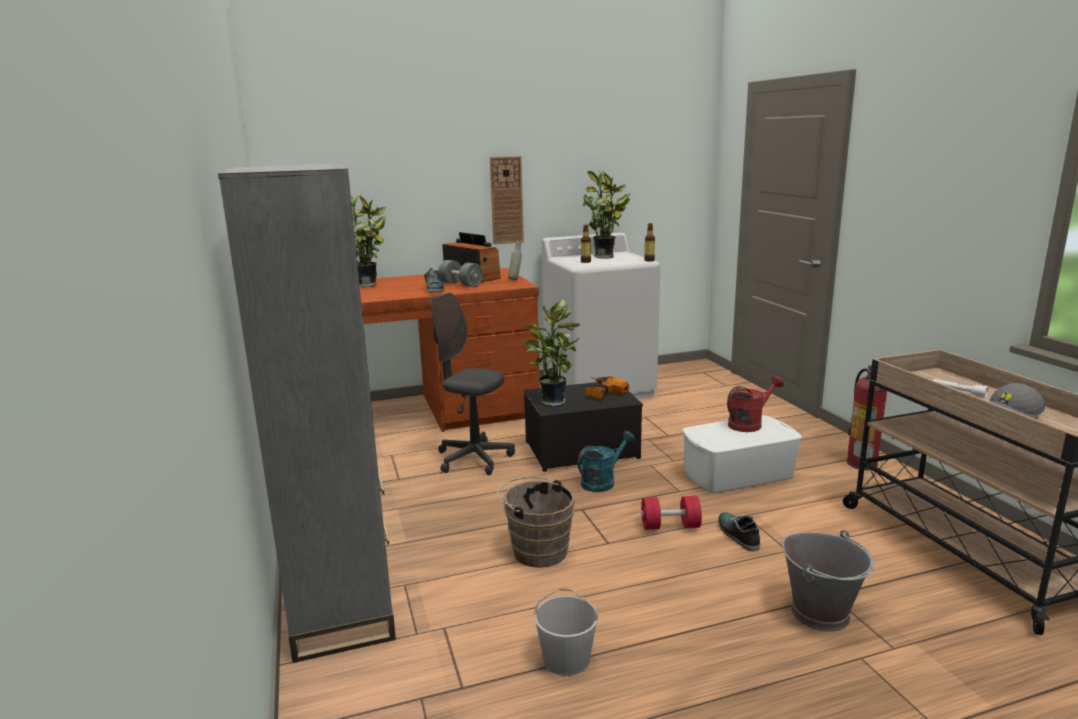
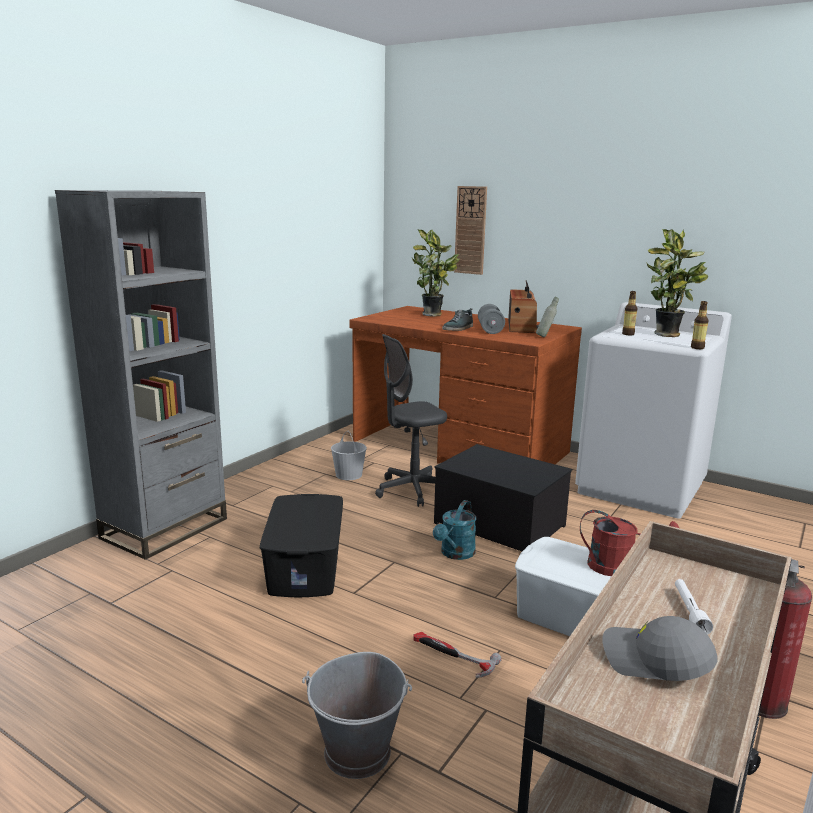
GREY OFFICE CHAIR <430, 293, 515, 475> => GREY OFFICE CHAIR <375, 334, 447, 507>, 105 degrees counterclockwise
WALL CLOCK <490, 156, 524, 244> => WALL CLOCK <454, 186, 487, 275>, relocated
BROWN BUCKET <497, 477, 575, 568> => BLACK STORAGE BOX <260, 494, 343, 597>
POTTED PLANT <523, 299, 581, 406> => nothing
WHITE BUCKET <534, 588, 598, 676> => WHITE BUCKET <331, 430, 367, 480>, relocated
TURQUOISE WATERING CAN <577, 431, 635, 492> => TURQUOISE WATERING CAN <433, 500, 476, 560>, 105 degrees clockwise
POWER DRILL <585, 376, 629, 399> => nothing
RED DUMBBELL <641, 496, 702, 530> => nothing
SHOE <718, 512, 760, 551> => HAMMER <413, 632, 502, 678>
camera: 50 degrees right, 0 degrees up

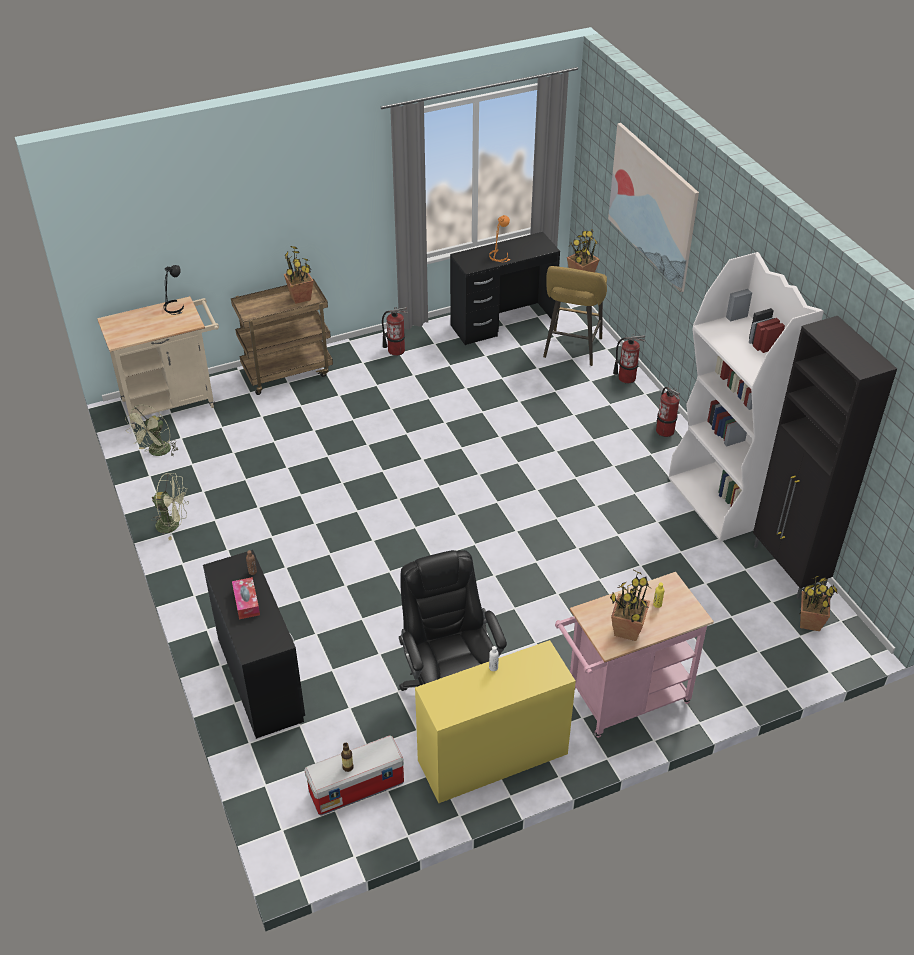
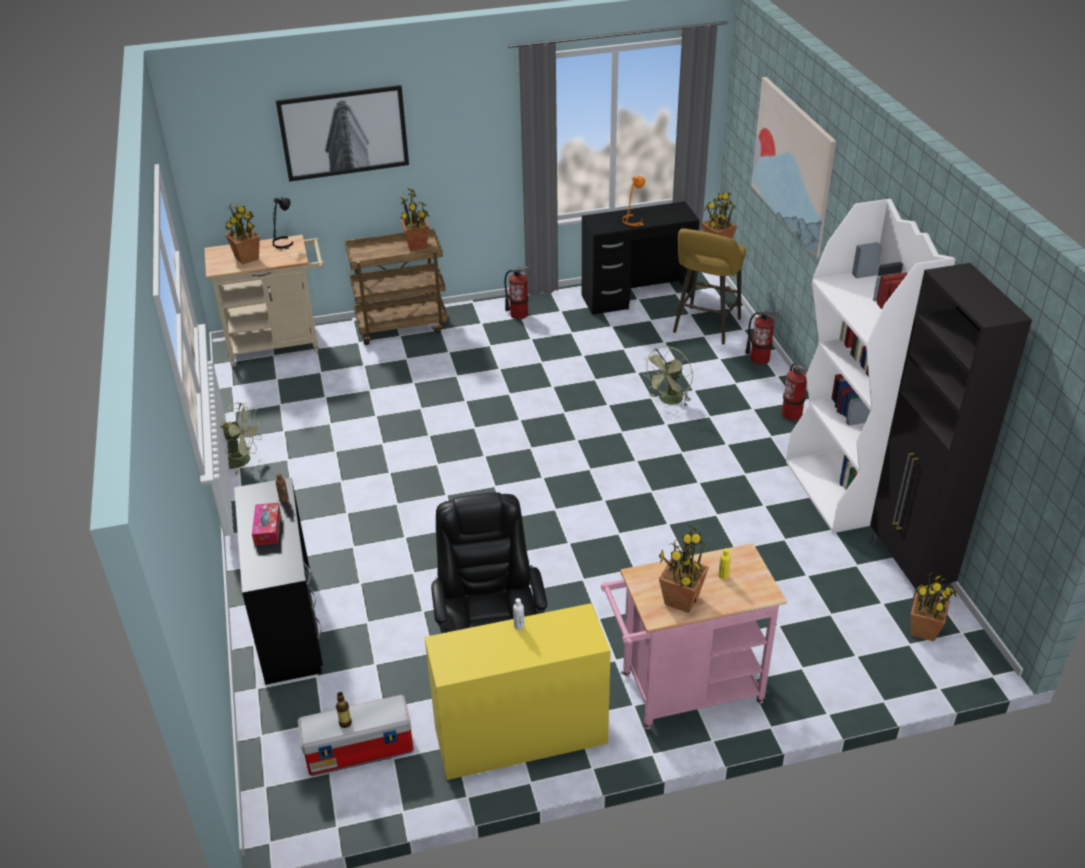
GREEN FAN <125, 405, 177, 456> => GREEN FAN <642, 346, 693, 406>, relocated
nothing => POTTED PLANT <225, 203, 260, 265>
nothing => PICTURE <276, 85, 409, 182>
camera: 10 degrees right, 5 degrees down

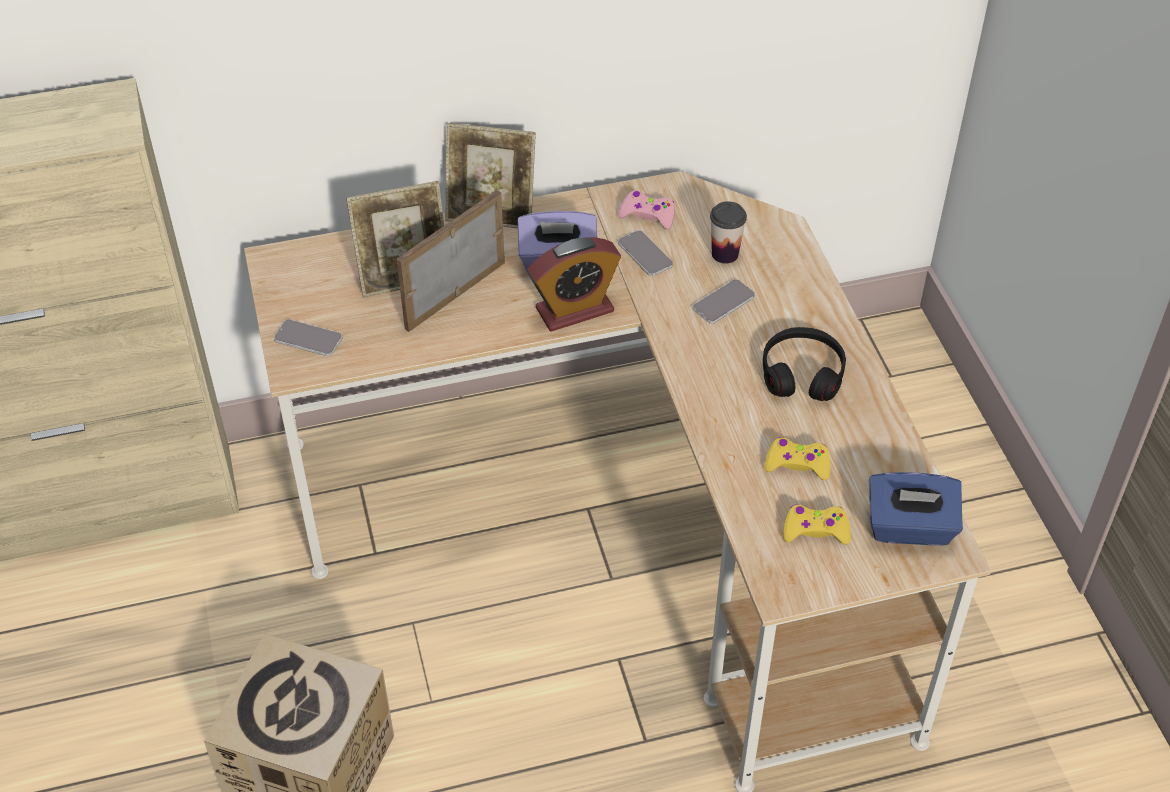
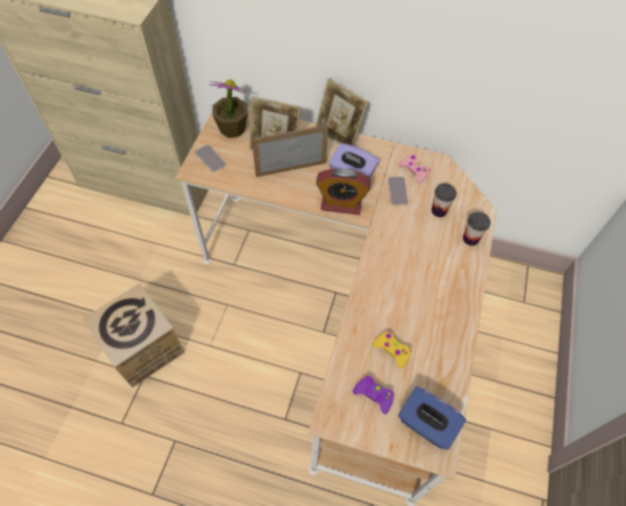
PHONE <692, 279, 755, 324> => nothing
BLACK HEADPHONES <763, 327, 846, 401> => nothing
YELLOW GAME CONTROLLER <783, 504, 851, 545> => PURPLE GAME CONTROLLER <353, 376, 394, 414>
nothing => POTTED PLANT <209, 80, 248, 138>
nothing => CUP <463, 212, 491, 246>
camera: 30 degrees right, 10 degrees up

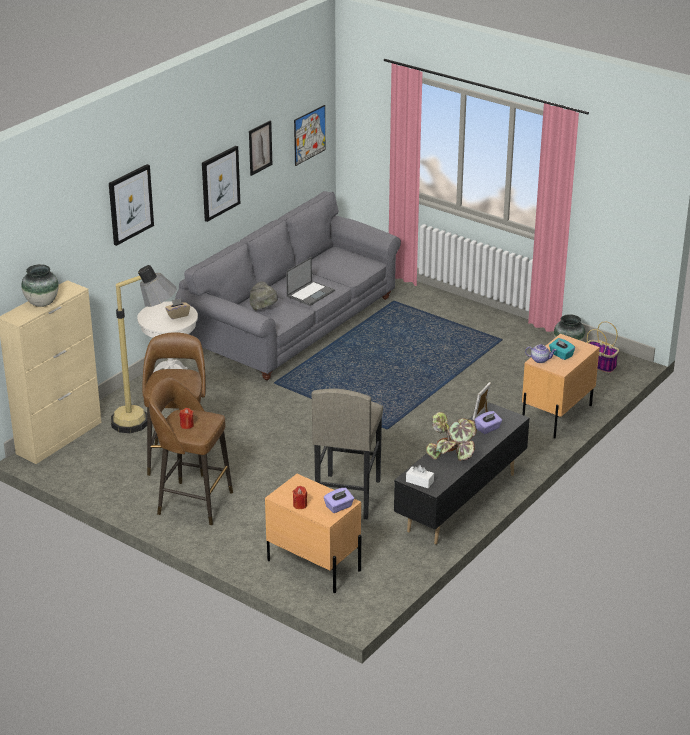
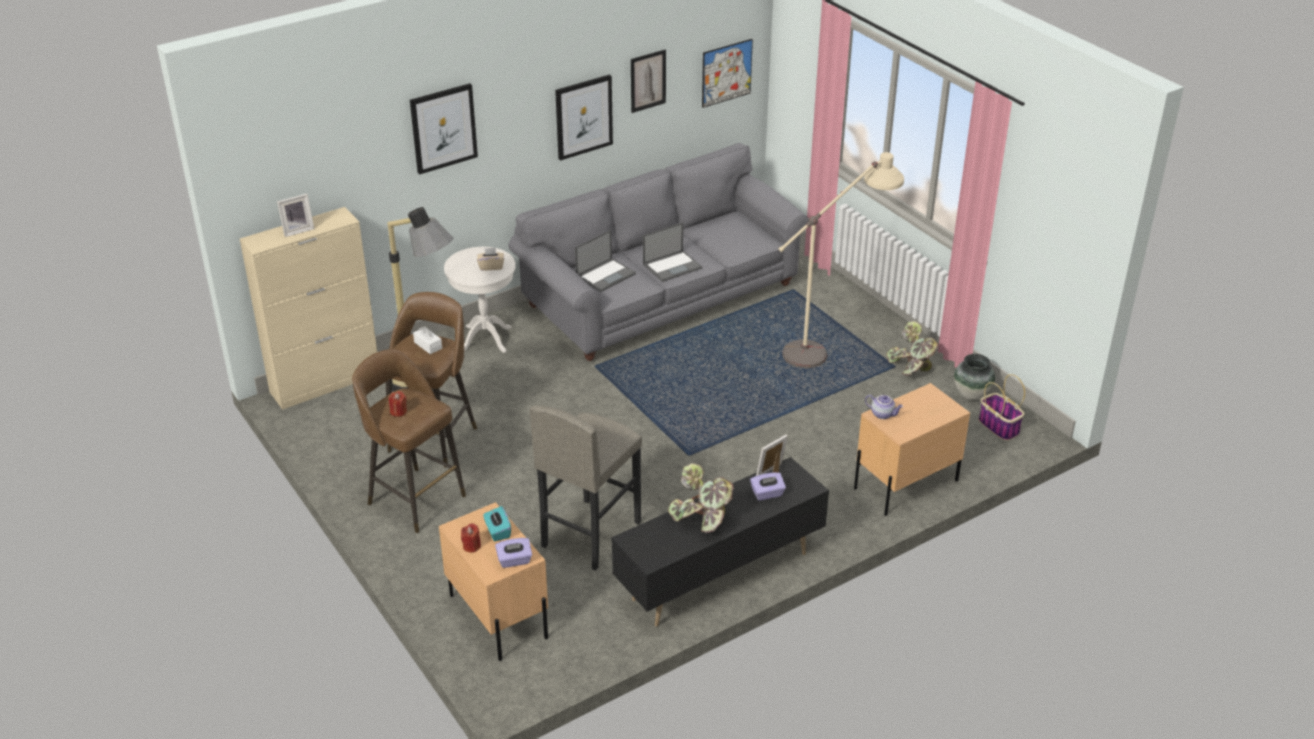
VASE <21, 264, 59, 307> => PICTURE FRAME <277, 194, 315, 237>
GREY HAT <249, 281, 278, 311> => LAPTOP <575, 230, 636, 292>
WHITE TISSUE BOX <406, 465, 434, 488> => WHITE TISSUE BOX <413, 326, 442, 354>, relocated
TURQUOISE TISSUE BOX <549, 338, 575, 360> => TURQUOISE TISSUE BOX <483, 506, 511, 541>, relocated
nothing => BEIGE FLOOR LAMP <778, 152, 904, 368>
nothing => POTTED PLANT <886, 321, 938, 376>
camera: 20 degrees right, 5 degrees up

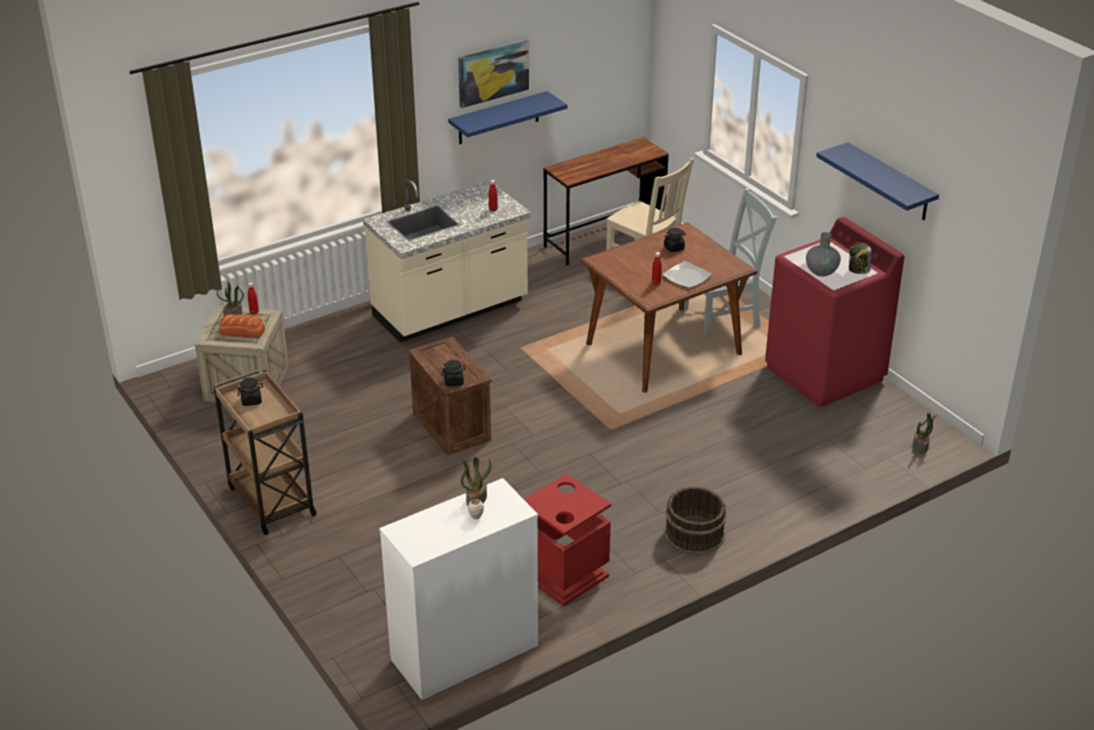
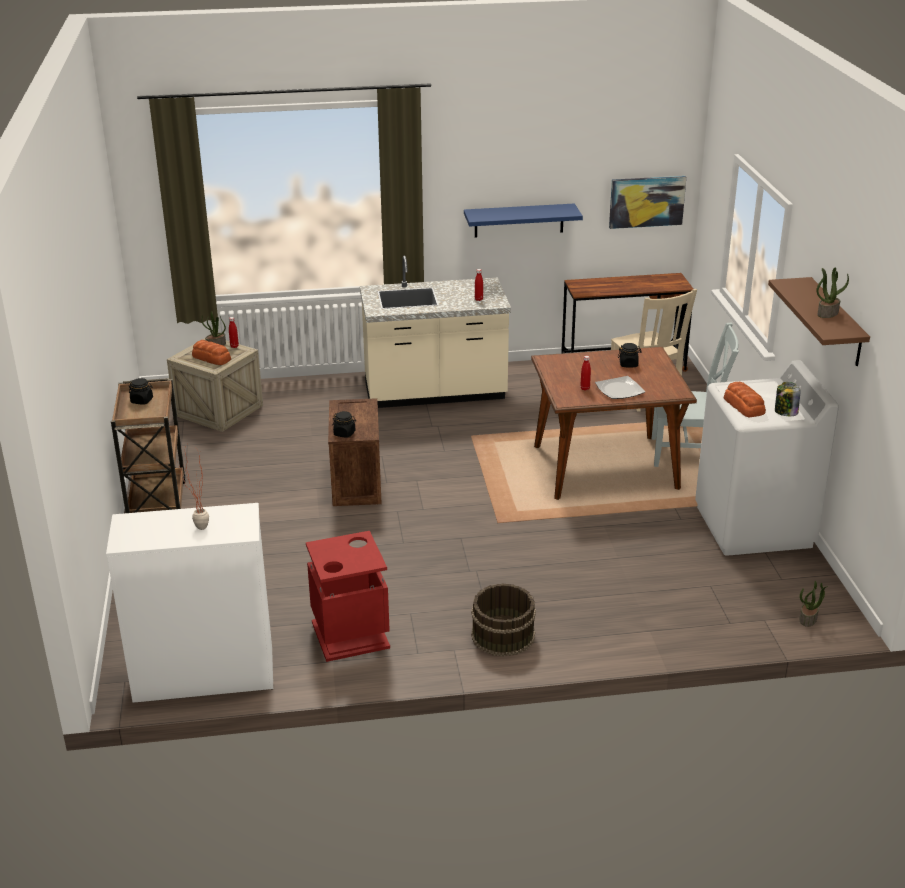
PICTURE <458, 40, 529, 108> => PICTURE <609, 176, 686, 229>, relocated
POTTED PLANT <461, 457, 492, 506> => POTTED PLANT <816, 267, 849, 318>, relocated
RED WASHING MACHINE <765, 217, 904, 407> => WHITE WASHING MACHINE <695, 360, 839, 556>
GREY VASE <806, 232, 841, 277> => BREAD <724, 382, 766, 418>
BLUE SHELF <816, 142, 939, 220> => BROWN SHELF <768, 277, 870, 366>
camera: 25 degrees right, 5 degrees down

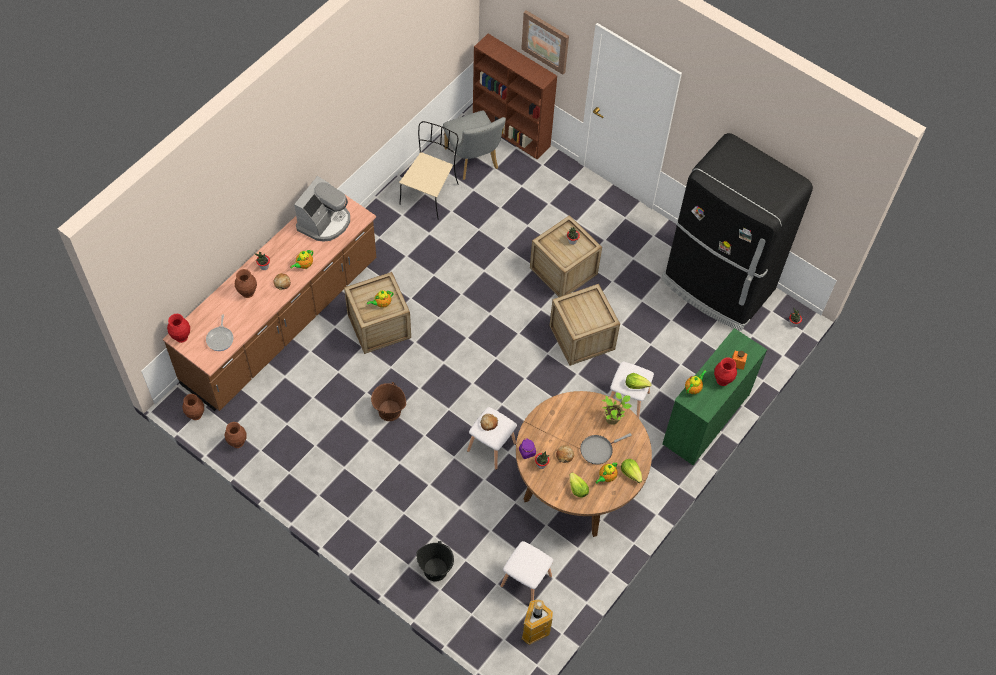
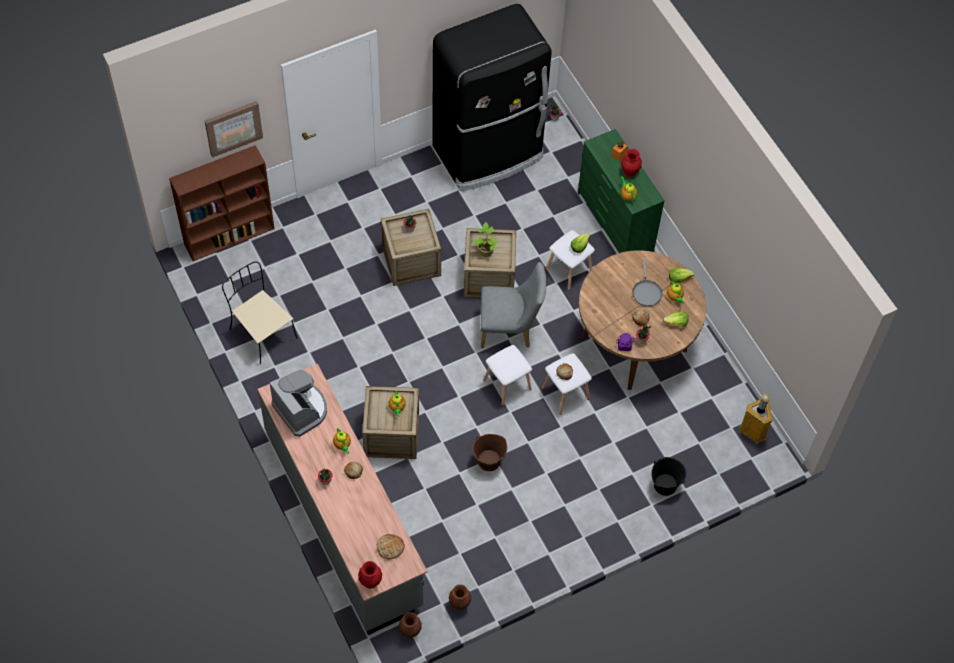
BROWN COUNTER <163, 195, 376, 411> => GREY COUNTER <257, 364, 427, 635>
FRYING PAN <206, 315, 233, 351> => BREAD <377, 534, 405, 559>
BROWN VASE <235, 269, 257, 298> => nothing
GREY CHAIR <443, 110, 506, 180> => GREY CHAIR <481, 262, 546, 348>, relocated
WHITE STOOL <501, 541, 553, 601> => WHITE STOOL <484, 345, 532, 406>, relocated
POTTED PLANT <602, 392, 632, 425> => POTTED PLANT <473, 222, 498, 257>, relocated
camera: 65 degrees left, 0 degrees up

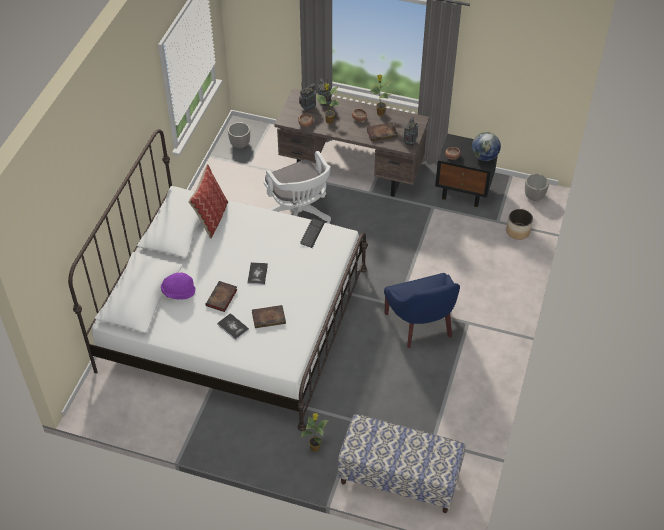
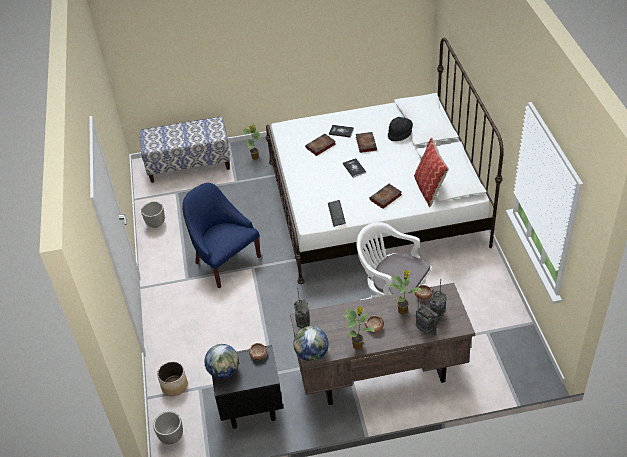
PURPLE HAT <161, 273, 195, 299> => BLACK HAT <388, 117, 413, 141>
PLANTER <228, 122, 250, 148> => PLANTER <141, 202, 165, 228>, relocated
BOOK <366, 122, 398, 141> => BOOK <370, 184, 402, 209>, relocated
nothing => GLOBE <293, 326, 329, 362>
camera: 155 degrees right, 5 degrees down

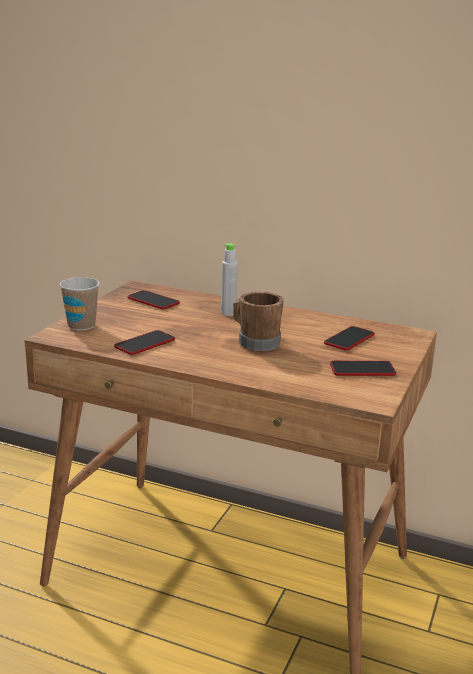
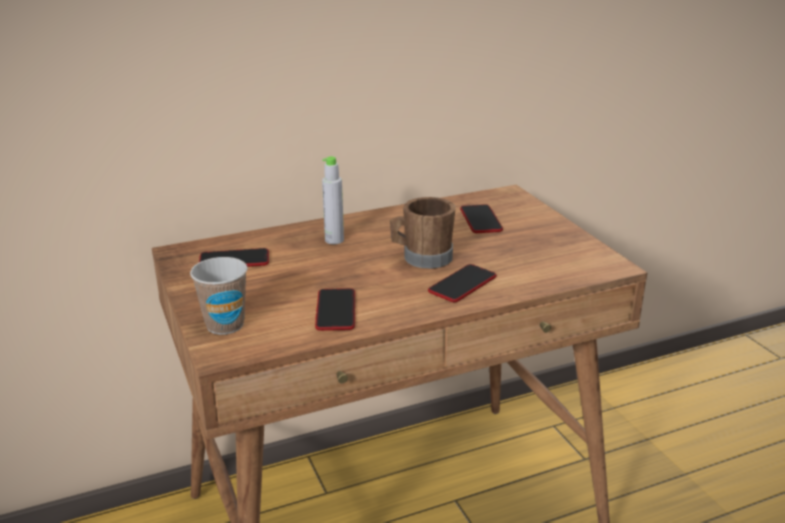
PHONE <330, 361, 396, 376> => PHONE <428, 264, 496, 302>, relocated
camera: 45 degrees left, 5 degrees up

